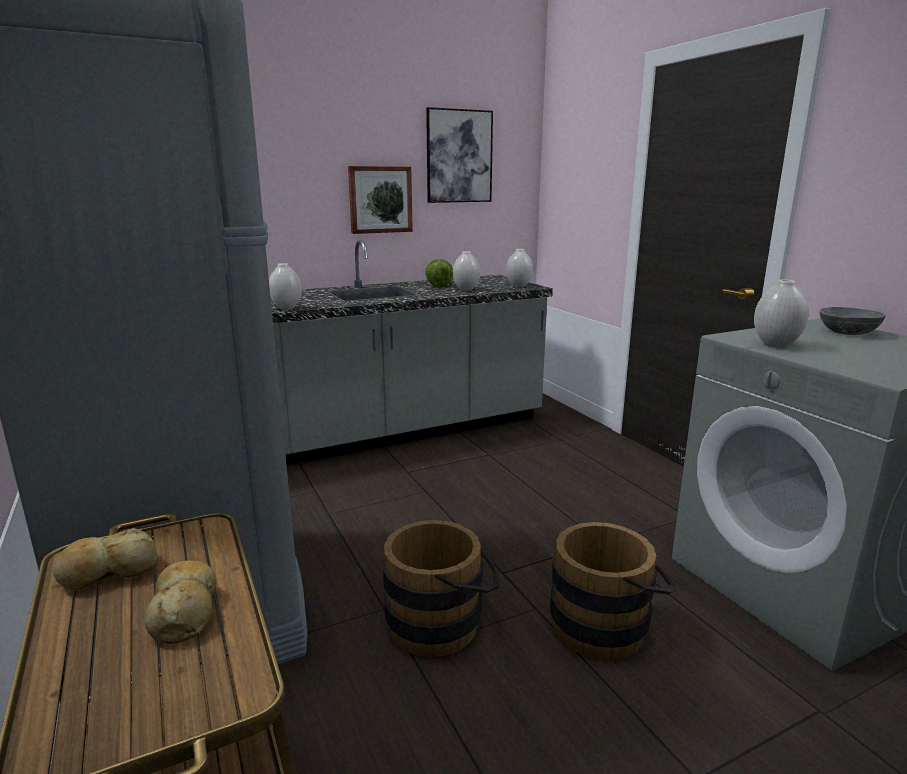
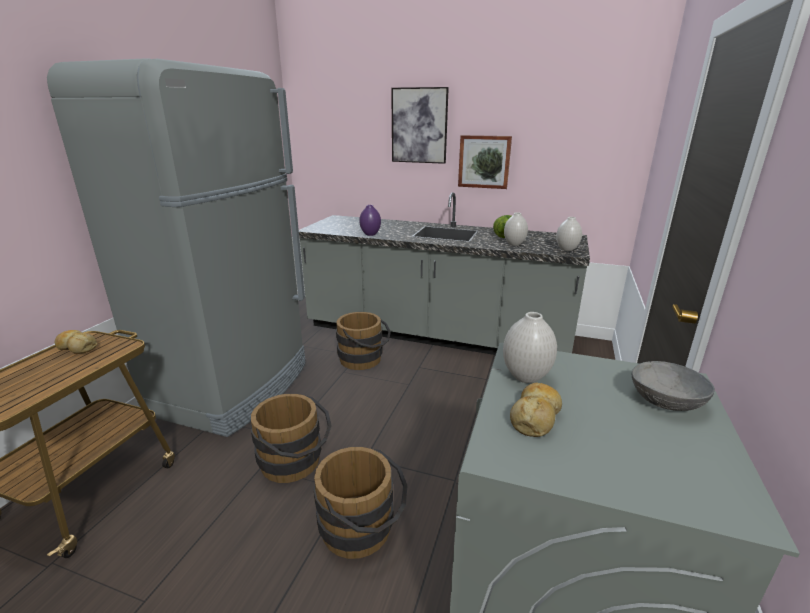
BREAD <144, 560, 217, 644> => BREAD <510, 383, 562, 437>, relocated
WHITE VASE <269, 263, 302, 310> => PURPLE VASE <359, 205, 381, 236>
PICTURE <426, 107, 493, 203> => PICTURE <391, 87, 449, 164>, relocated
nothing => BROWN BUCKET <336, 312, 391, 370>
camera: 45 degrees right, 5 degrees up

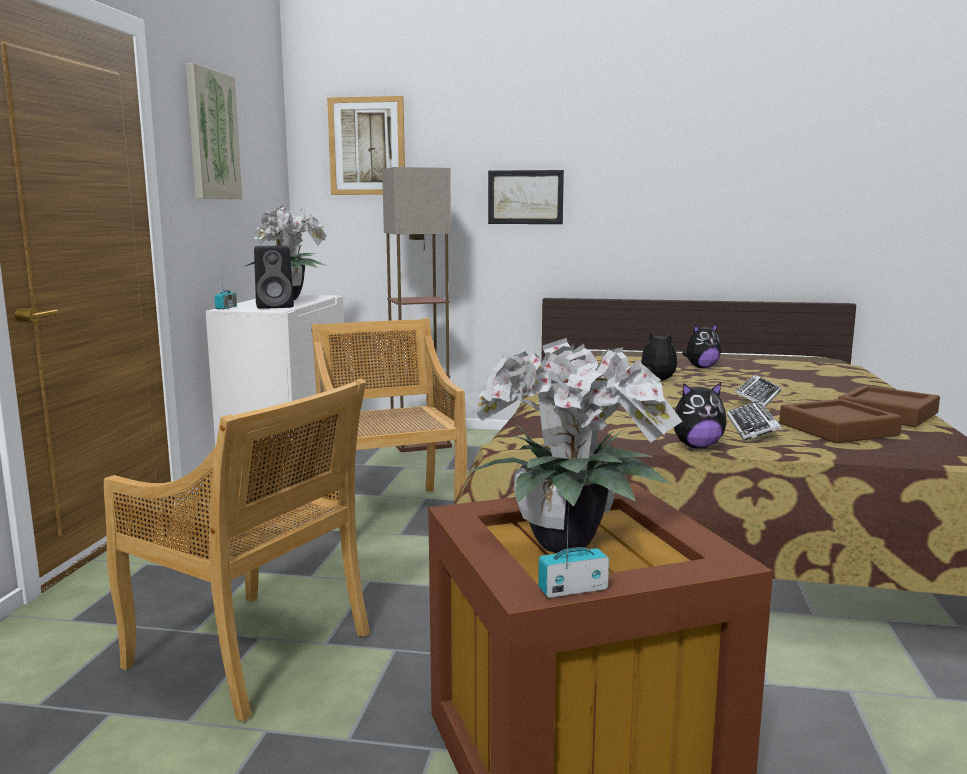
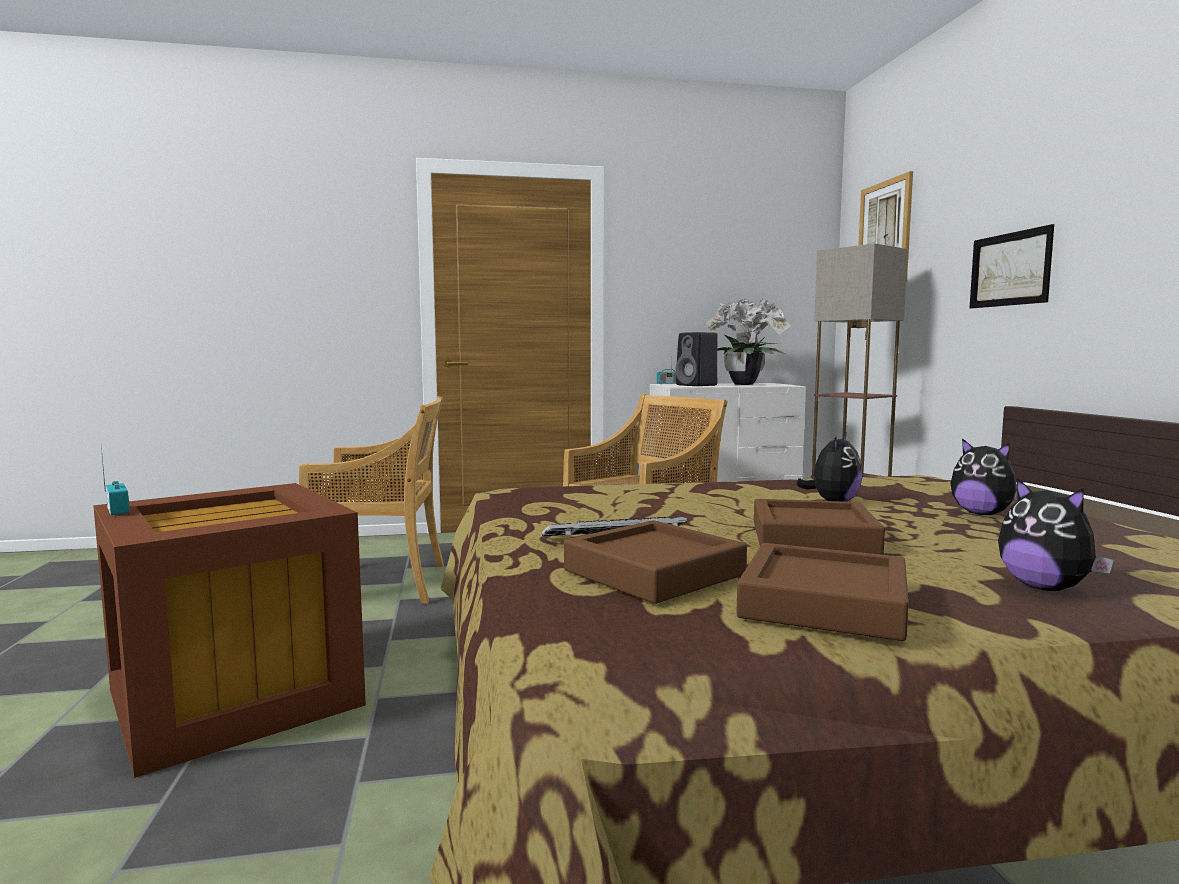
BEIGE CHAIR <104, 379, 370, 722> => BEIGE CHAIR <299, 396, 444, 603>, 105 degrees counterclockwise
PICTURE <186, 63, 242, 199> => nothing
POTTED PLANT <465, 338, 682, 553> => nothing
PLUSH TOY <674, 382, 727, 448> => PLUSH TOY <998, 478, 1114, 591>, relocated
KEYBOARD <735, 375, 781, 407> => BROWN TRAY <754, 499, 885, 555>
camera: 70 degrees right, 5 degrees down

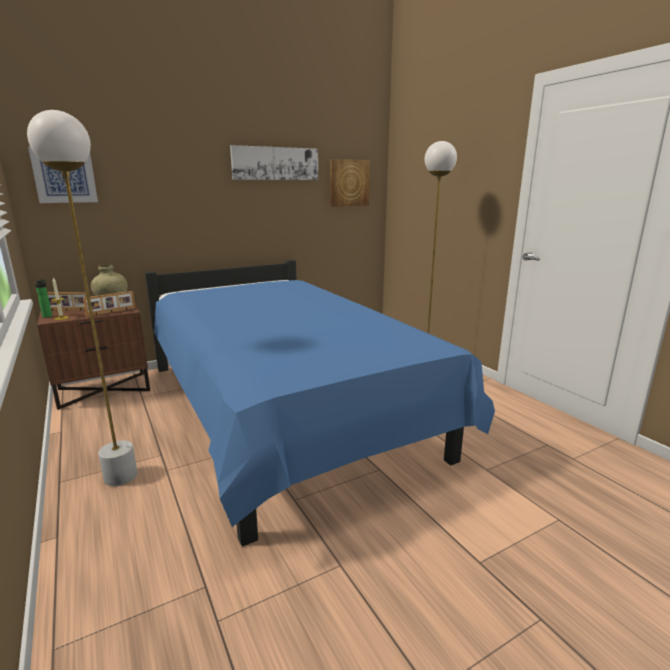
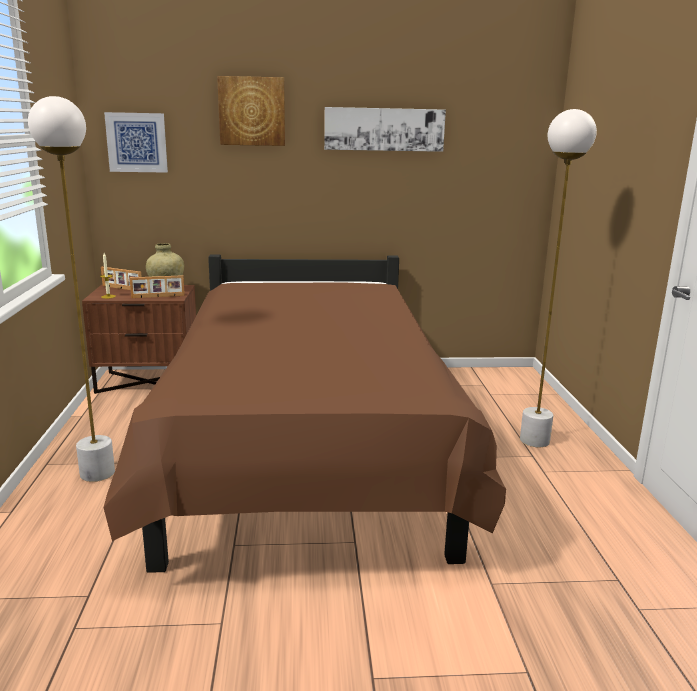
BOTTLE <35, 279, 52, 318> => nothing
BLUE BED <145, 259, 495, 546> => BROWN BED <103, 254, 506, 573>
PICTURE <330, 159, 370, 206> => PICTURE <217, 76, 285, 146>, relocated
camera: 25 degrees right, 0 degrees up

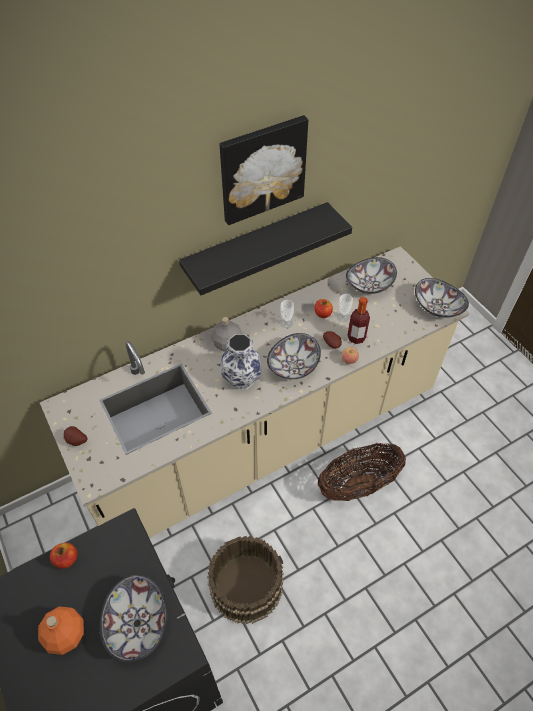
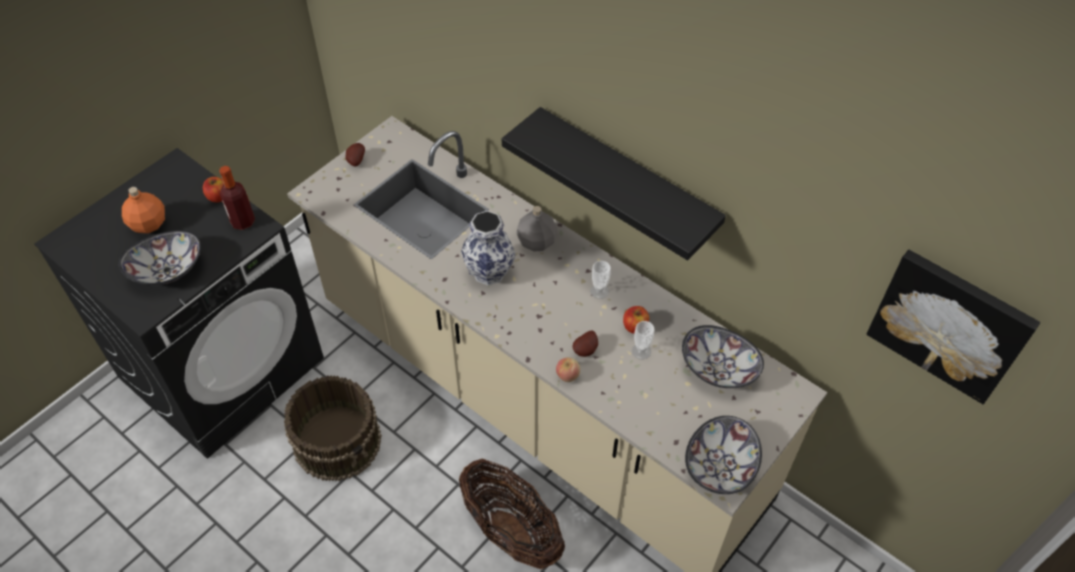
PICTURE <220, 115, 308, 225> => PICTURE <866, 250, 1040, 404>, relocated
BOWL <267, 333, 321, 379> => nothing
BOTTLE <347, 297, 370, 344> => BOTTLE <219, 166, 255, 230>, relocated
camera: 70 degrees right, 0 degrees up

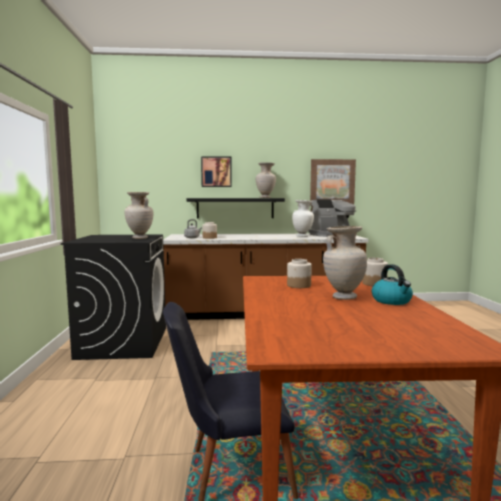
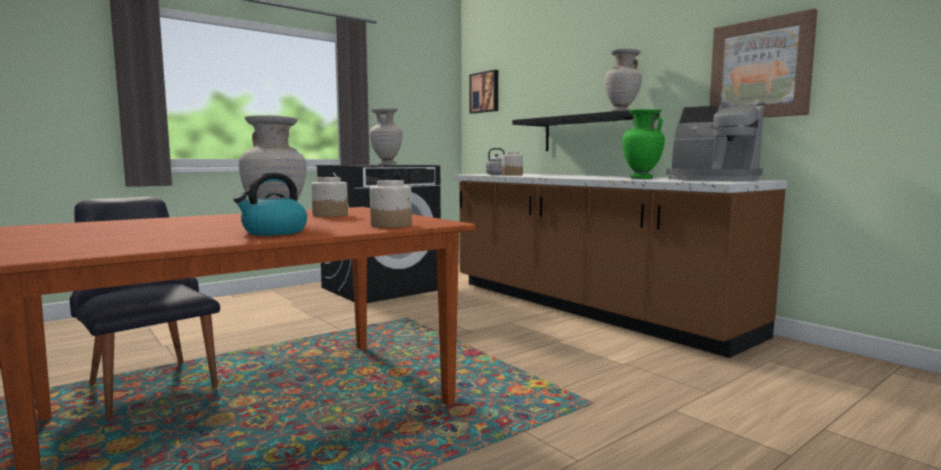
PICTURE <201, 156, 232, 187> => PICTURE <470, 70, 498, 114>, relocated
WHITE VASE <292, 200, 314, 237> => GREEN VASE <622, 109, 665, 179>
camera: 55 degrees right, 0 degrees up

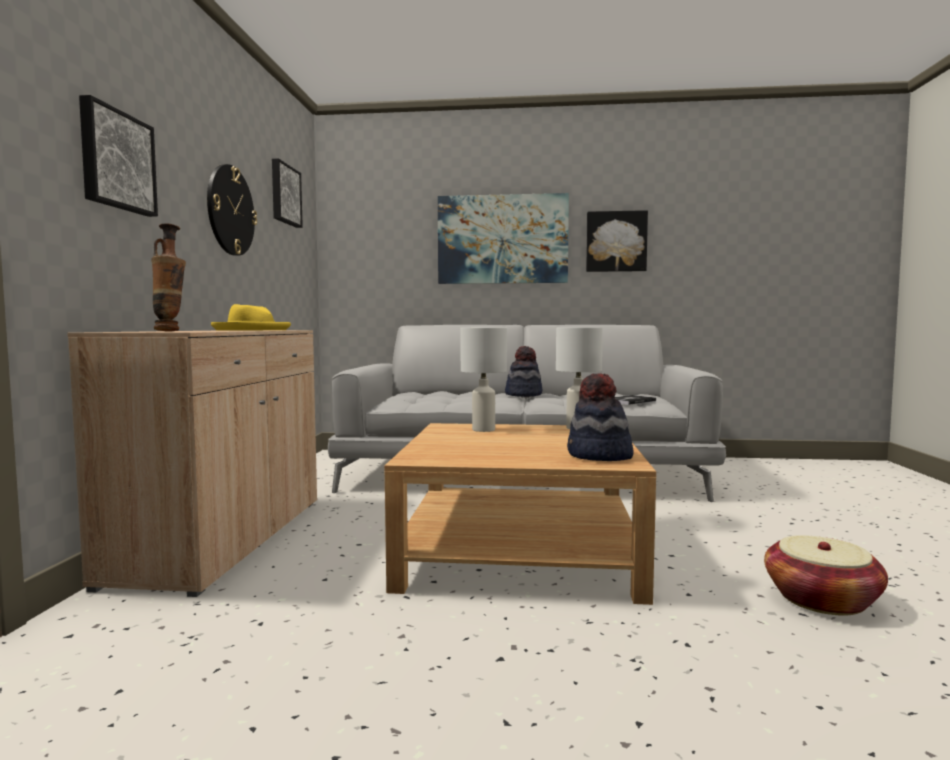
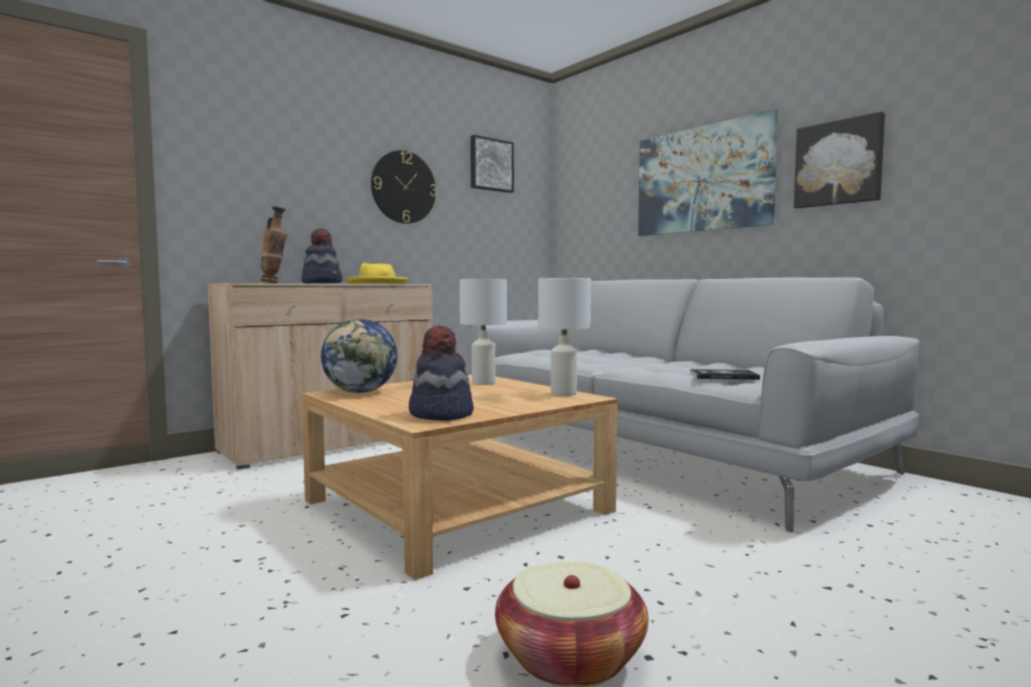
PICTURE <79, 95, 158, 217> => nothing
HAT <505, 346, 542, 397> => HAT <301, 228, 342, 283>, relocated
nothing => GLOBE <321, 319, 397, 393>
camera: 45 degrees right, 0 degrees up

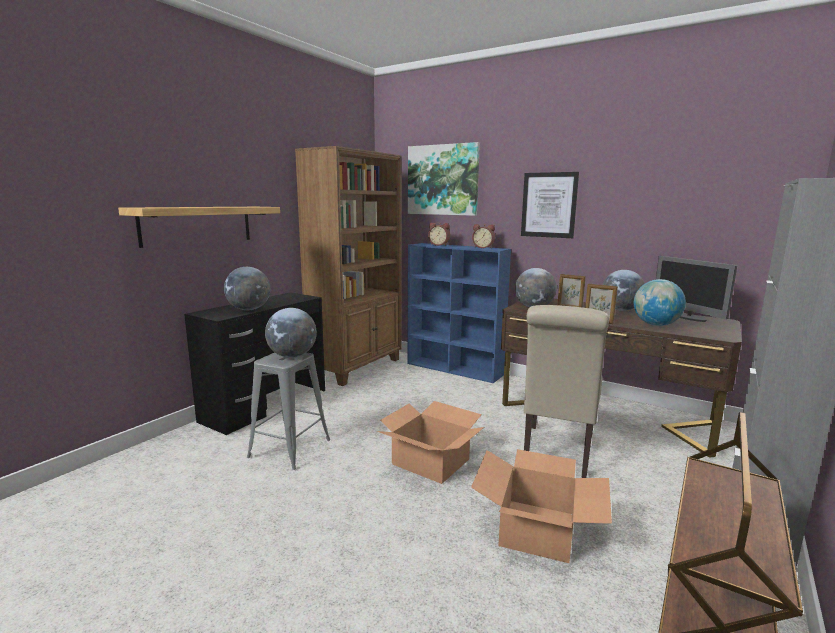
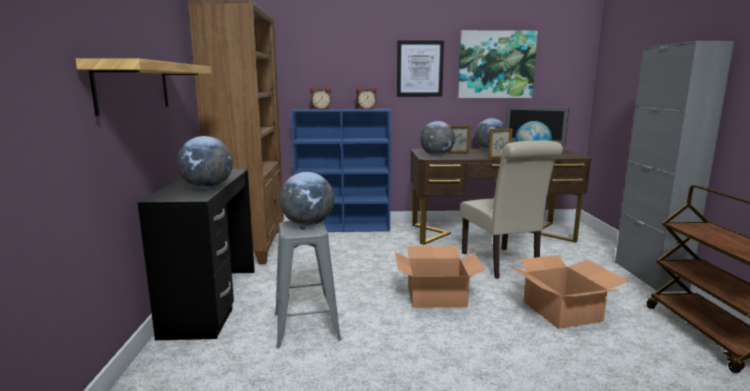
PICTURE <408, 142, 480, 216> => PICTURE <458, 30, 538, 98>, relocated
camera: 35 degrees left, 0 degrees up

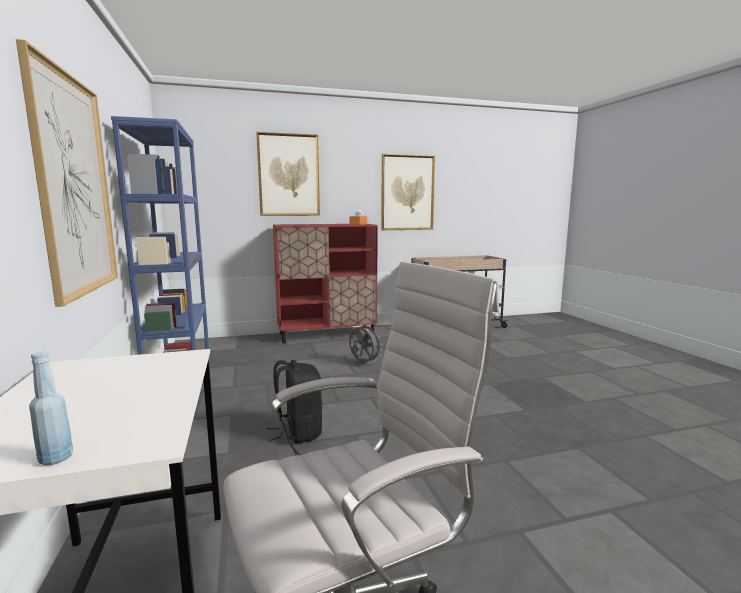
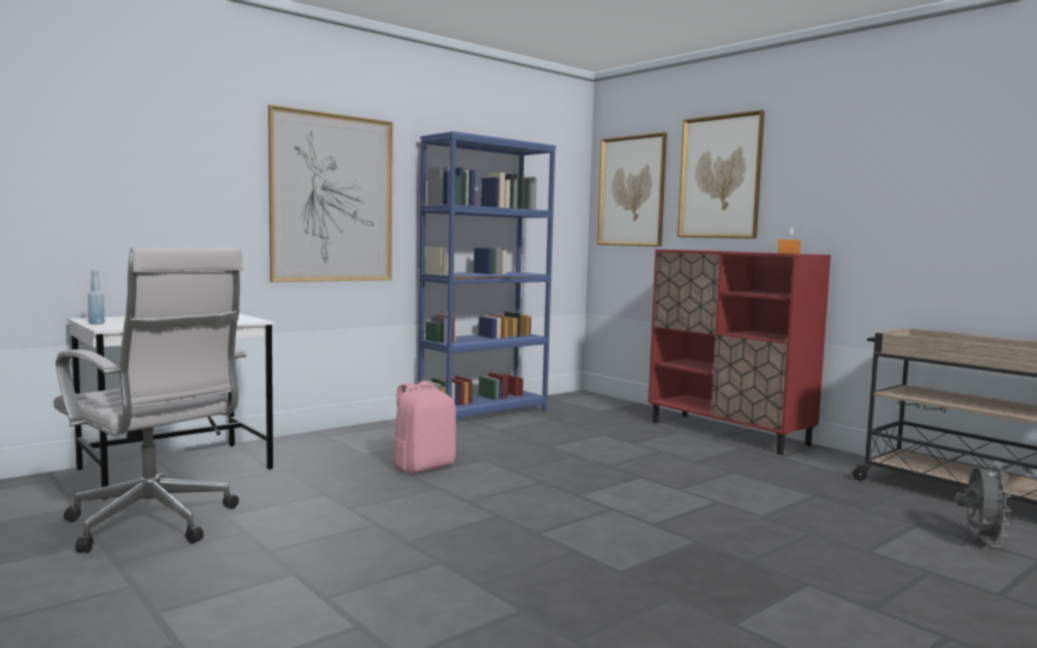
BLACK BACKPACK <267, 360, 323, 444> => PINK BACKPACK <392, 381, 456, 474>
GREY FAN <349, 323, 382, 363> => GREY FAN <955, 461, 1011, 547>, relocated
PICTURE <381, 154, 435, 230> => PICTURE <597, 132, 667, 247>, relocated
camera: 65 degrees right, 5 degrees down

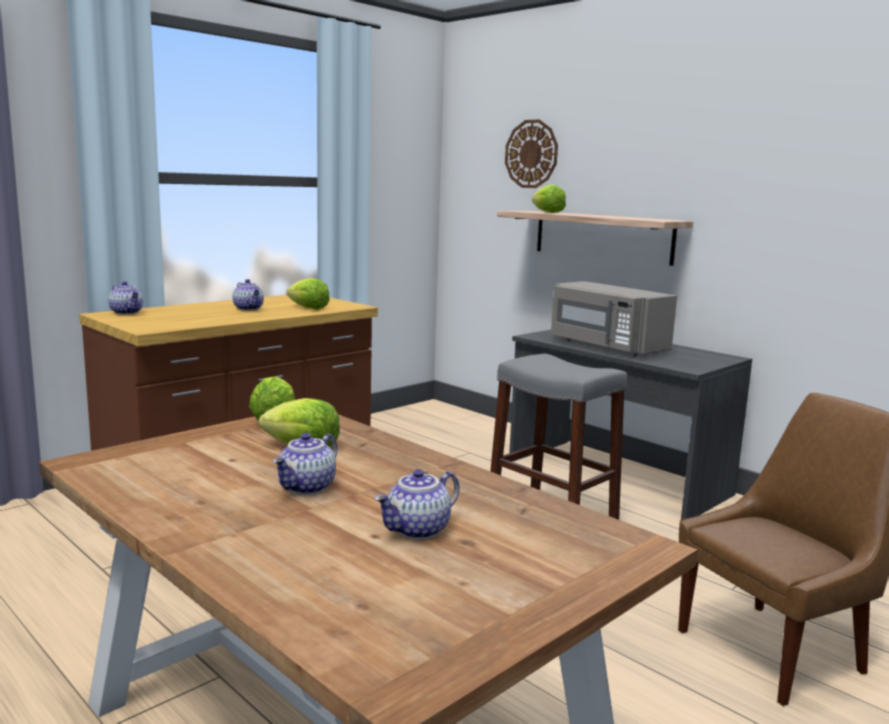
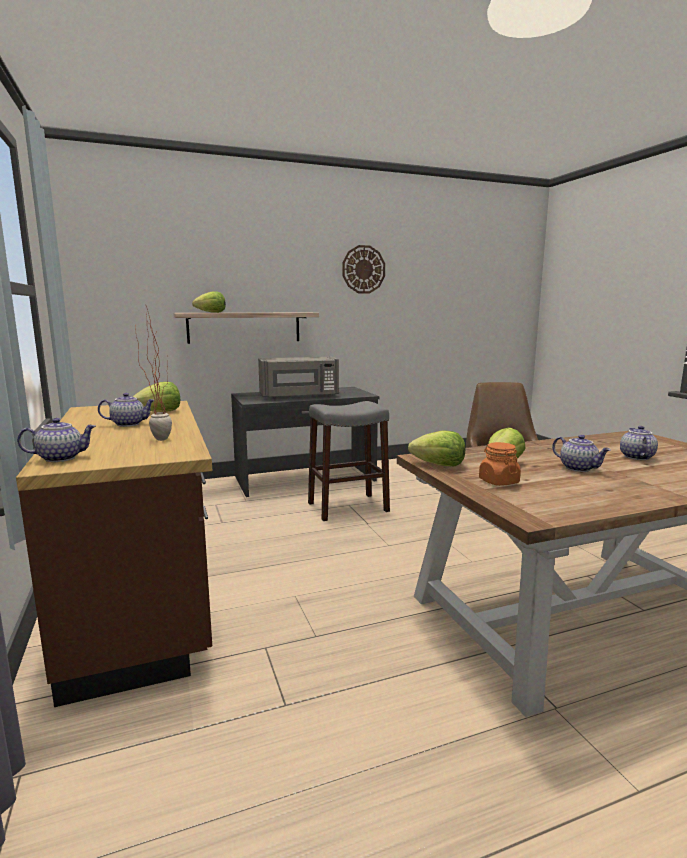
TEAPOT <374, 469, 460, 540> => TEAPOT <620, 426, 658, 460>, 150 degrees counterclockwise
WALL CLOCK <505, 120, 558, 188> => WALL CLOCK <342, 245, 385, 294>, relocated
nothing => POTTED PLANT <135, 304, 172, 441>
nothing => ORANGE JAR <479, 442, 521, 486>
camera: 65 degrees left, 0 degrees up

